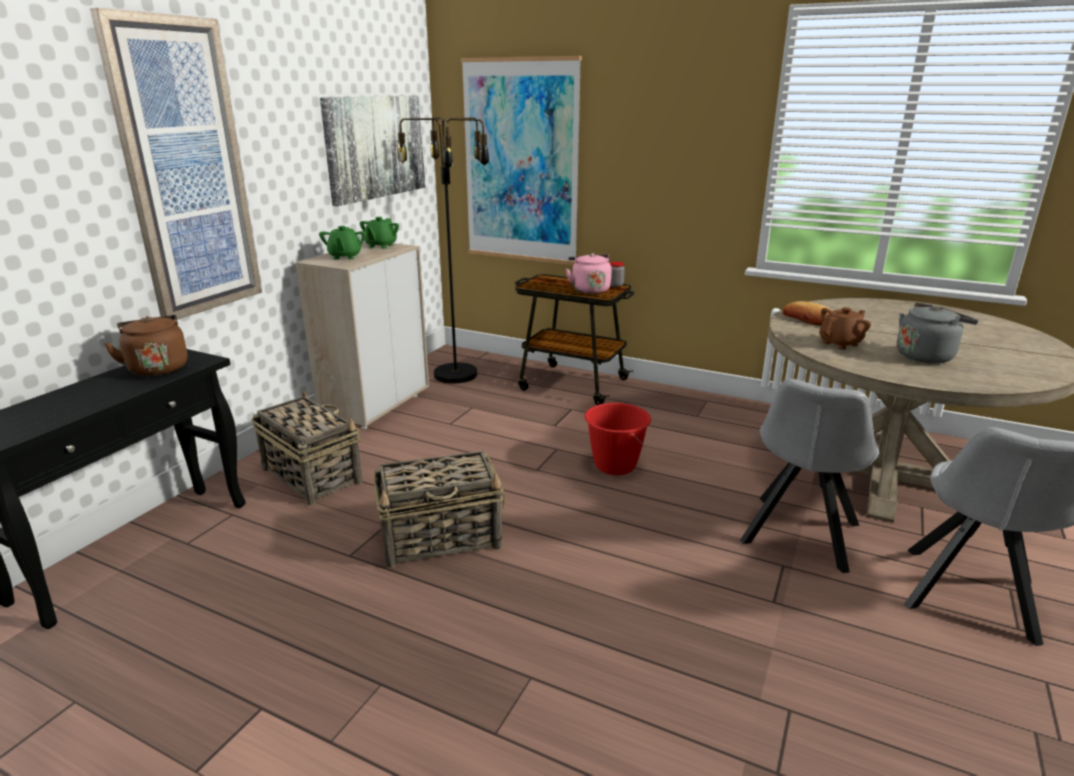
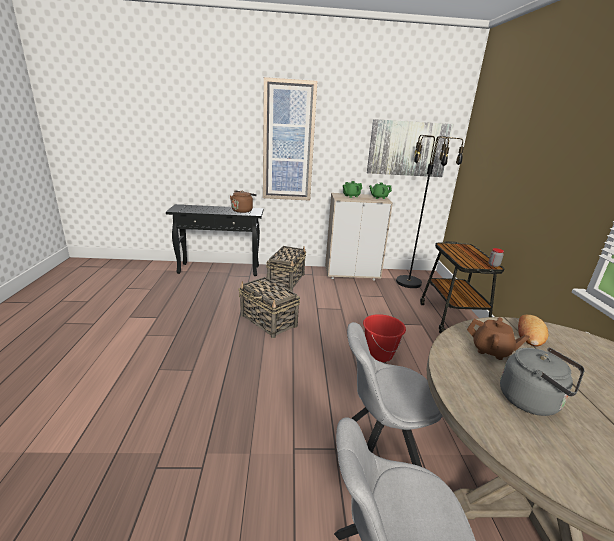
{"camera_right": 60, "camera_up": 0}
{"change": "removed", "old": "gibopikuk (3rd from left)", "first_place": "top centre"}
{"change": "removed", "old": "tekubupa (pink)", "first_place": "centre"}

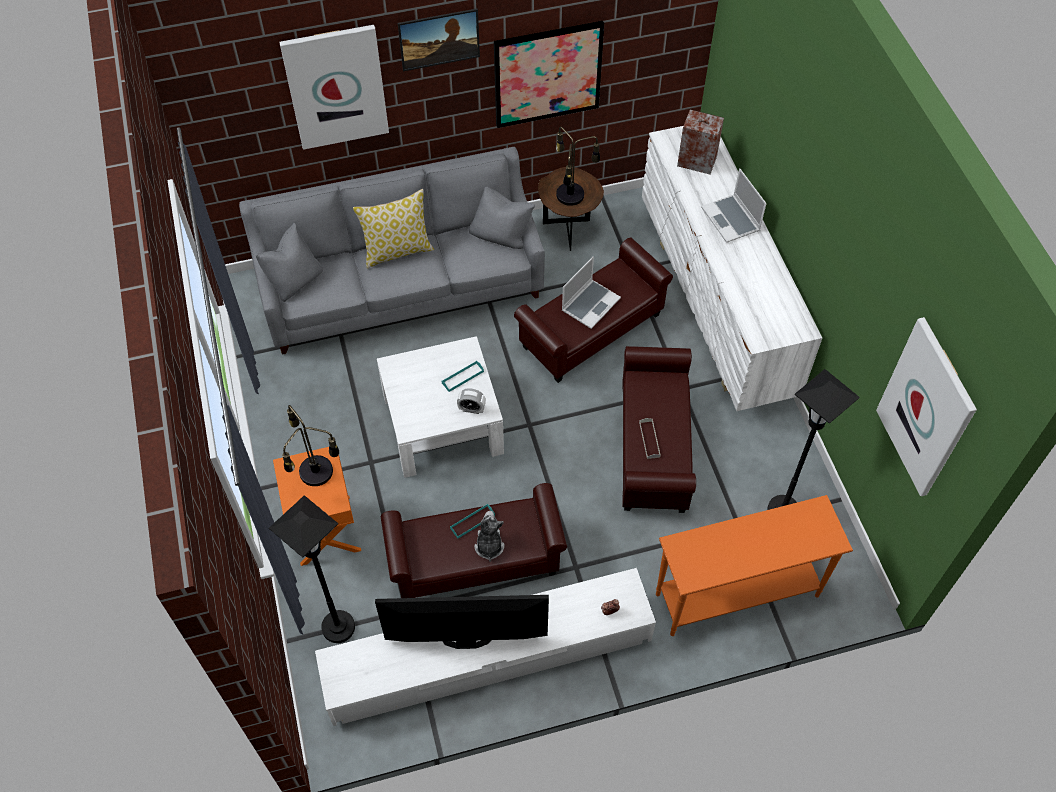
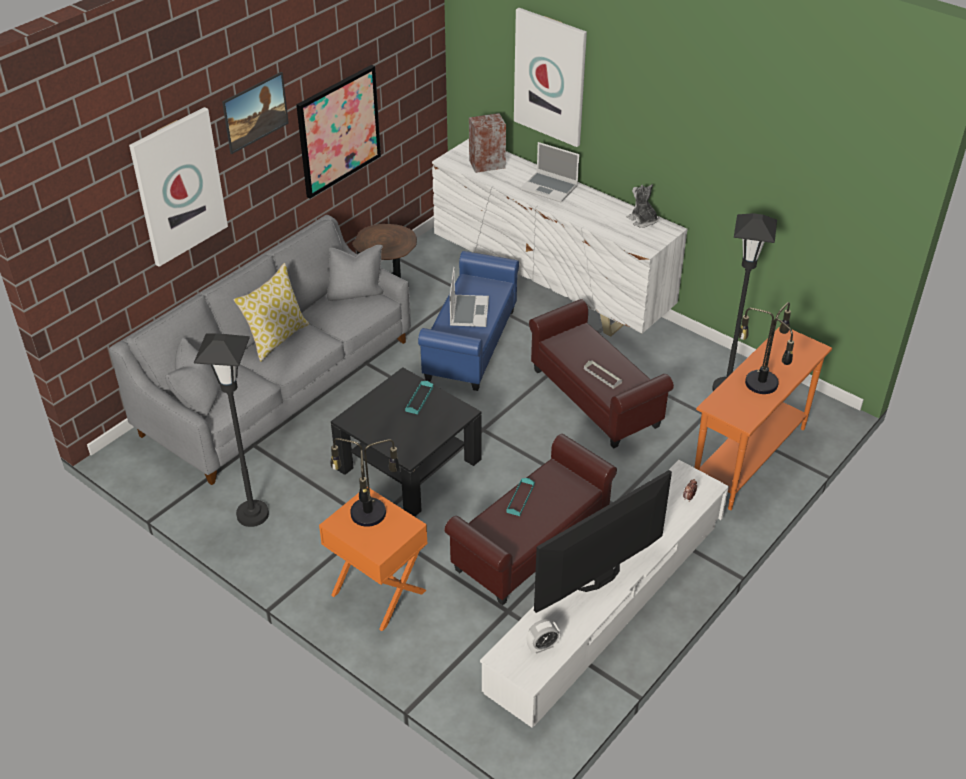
{"camera_right": -35, "camera_up": -15}
{"change": "moved", "old": "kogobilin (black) (1st from left)", "first_place": "bottom left", "second_place": "middle left"}
{"change": "recoloured", "old": "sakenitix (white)", "new": "sakenitix (black)", "first_place": "centre", "second_place": "centre"}
{"change": "moved", "old": "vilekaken (1st from left)", "first_place": "centre", "second_place": "bottom centre"}
{"change": "moved", "old": "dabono", "first_place": "bottom centre", "second_place": "top centre"}
{"change": "recoloured", "old": "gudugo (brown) (2nd from left)", "new": "gudugo (blue)", "first_place": "centre", "second_place": "centre"}
{"change": "moved", "old": "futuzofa (2nd from left)", "first_place": "top centre", "second_place": "middle right"}
{"change": "moved", "old": "gibopikuk (4th from left)", "first_place": "middle right", "second_place": "top centre"}

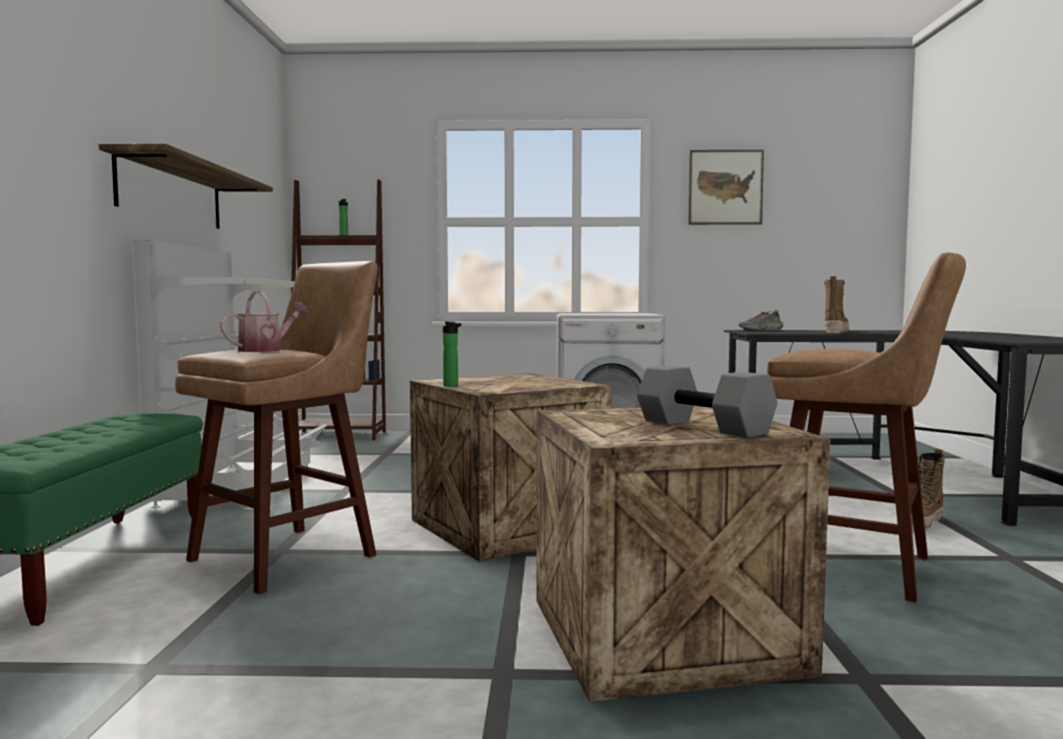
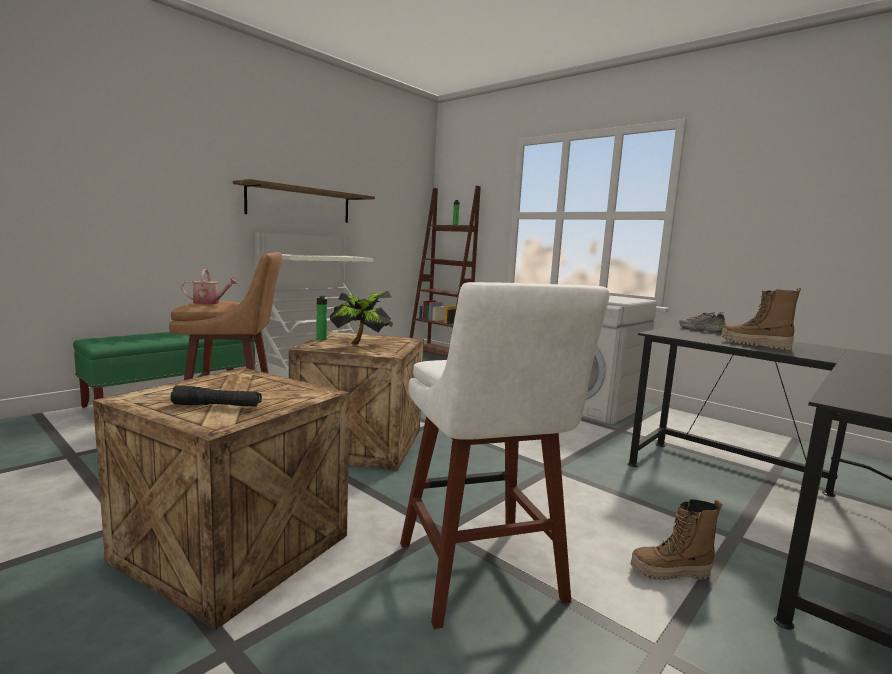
{"camera_right": 40, "camera_up": 5}
{"change": "replaced", "old": "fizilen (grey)", "new": "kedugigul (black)", "first_place": "centre", "second_place": "middle left"}
{"change": "removed", "old": "gibopikuk", "first_place": "top right"}
{"change": "recoloured", "old": "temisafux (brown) (2nd from left)", "new": "temisafux (white)", "first_place": "middle right", "second_place": "bottom centre"}
{"change": "turned", "old": "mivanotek (1st from left in the first image)", "first_place": "middle right", "second_place": "middle right", "degrees": -120}
{"change": "added", "new": "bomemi", "second_place": "centre"}

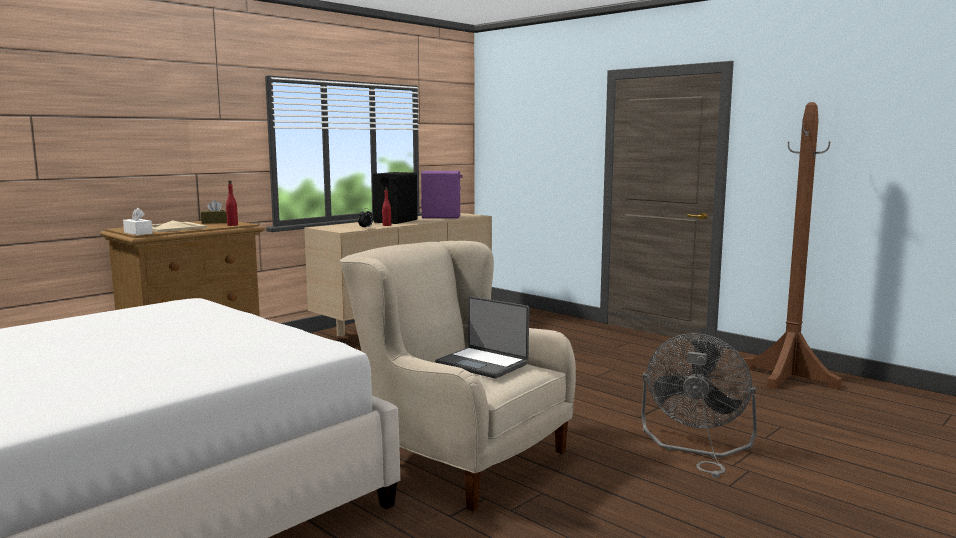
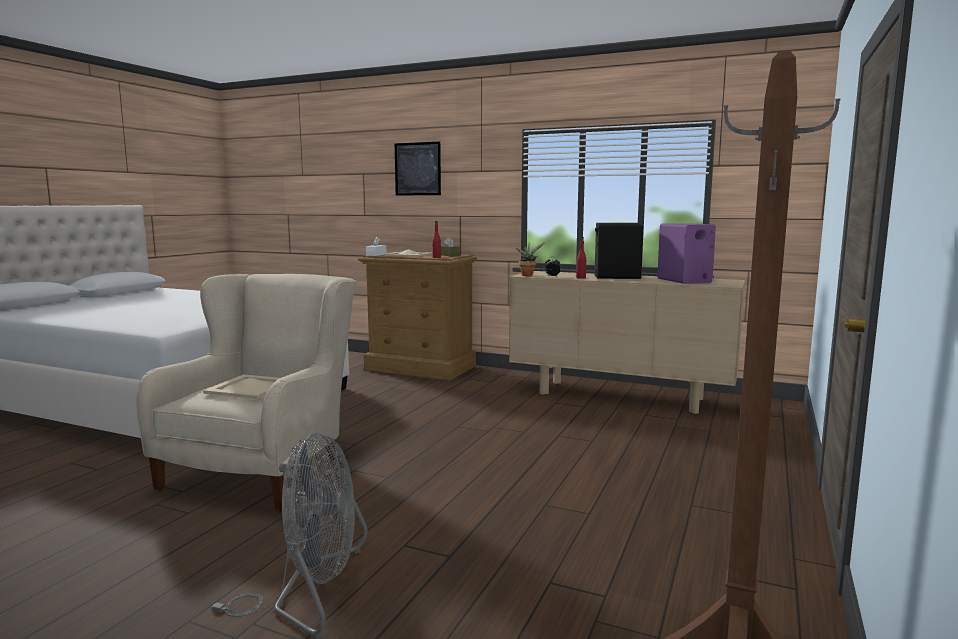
{"camera_right": 70, "camera_up": 0}
{"change": "replaced", "old": "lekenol", "new": "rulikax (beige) (1st from left)", "first_place": "centre", "second_place": "middle left"}
{"change": "added", "new": "gibopikuk", "second_place": "top centre"}
{"change": "added", "new": "bomemi", "second_place": "centre"}

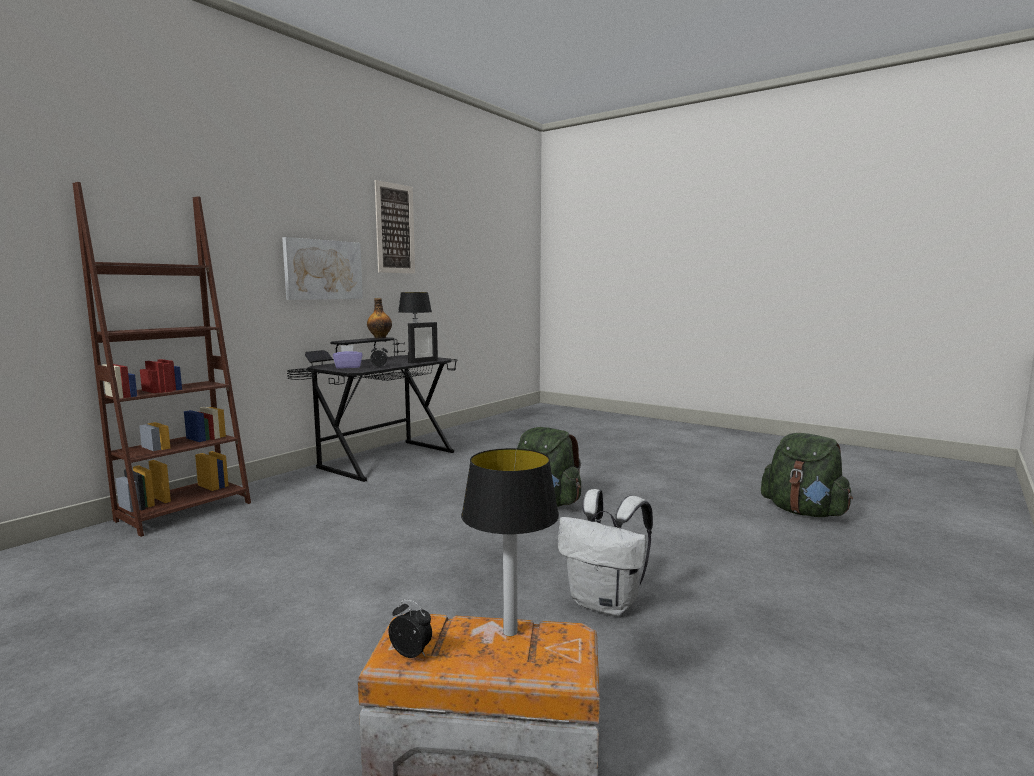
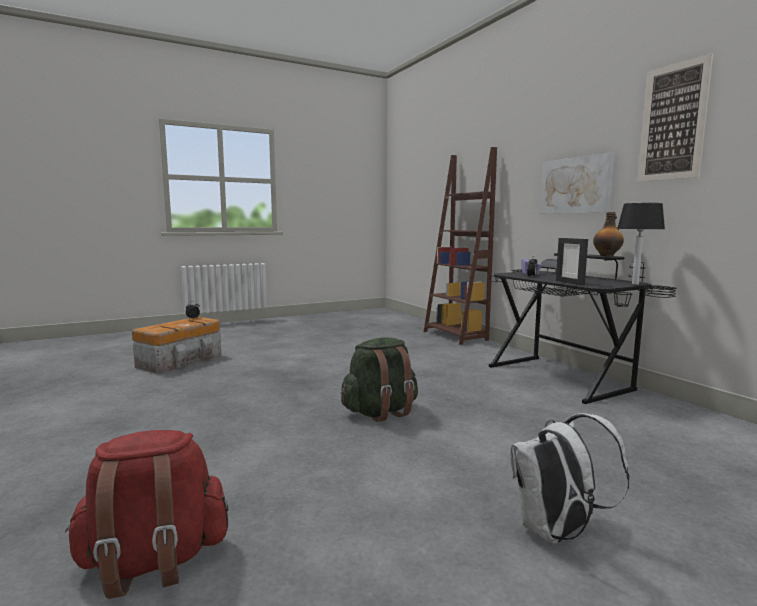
{"camera_right": 115, "camera_up": 0}
{"change": "removed", "old": "futuzofa (2nd from left)", "first_place": "bottom centre"}
{"change": "moved", "old": "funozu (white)", "first_place": "bottom centre", "second_place": "bottom right"}
{"change": "recoloured", "old": "funozu (green) (2nd from left)", "new": "funozu (red)", "first_place": "middle right", "second_place": "bottom left"}

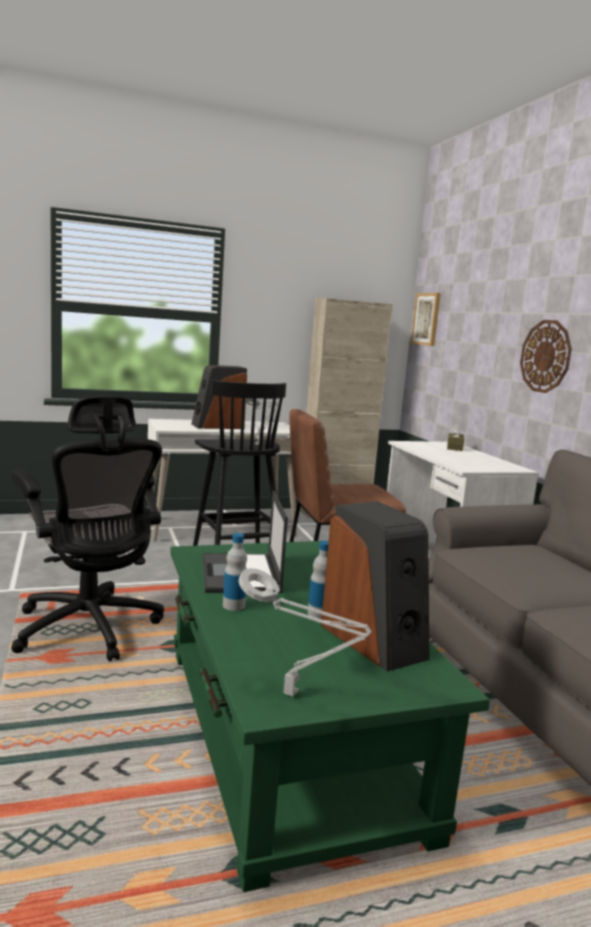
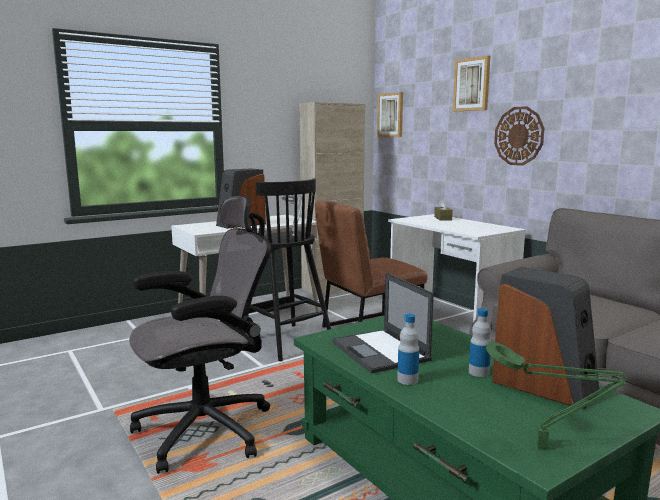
{"camera_right": -15, "camera_up": 0}
{"change": "turned", "old": "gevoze", "first_place": "middle left", "second_place": "bottom left", "degrees": -75}
{"change": "recoloured", "old": "futuzofa (grey) (2nd from left)", "new": "futuzofa (green)", "first_place": "bottom centre", "second_place": "bottom right"}
{"change": "added", "new": "gibopikuk (2nd from left)", "second_place": "top right"}

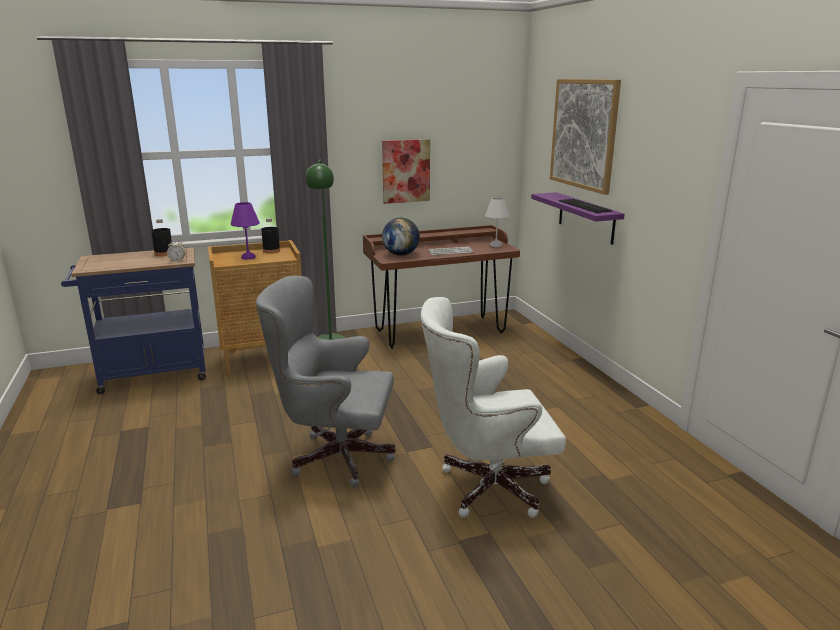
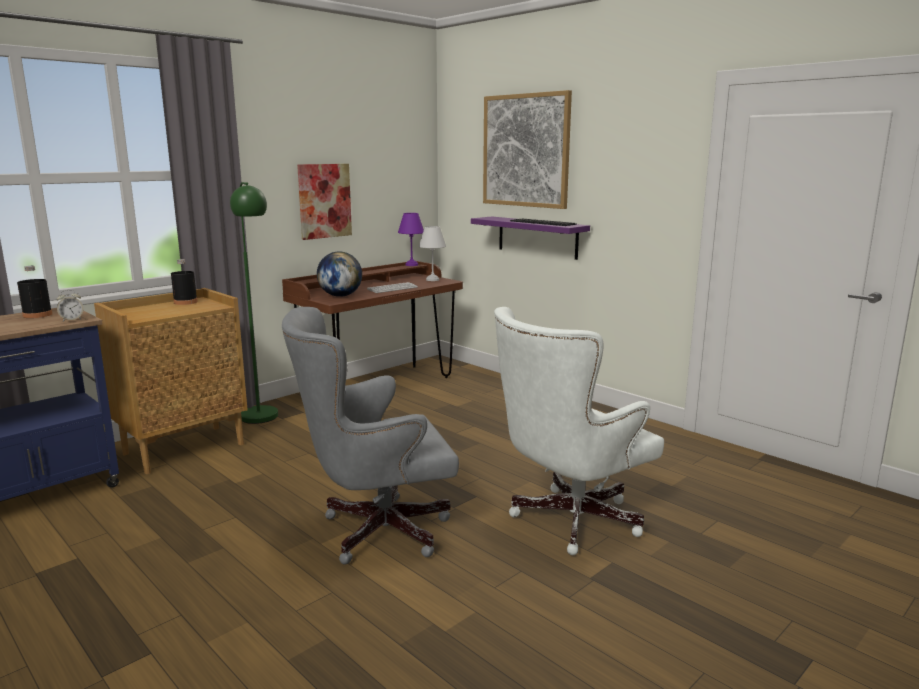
{"camera_right": -25, "camera_up": -5}
{"change": "moved", "old": "futuzofa (purple)", "first_place": "middle left", "second_place": "centre"}

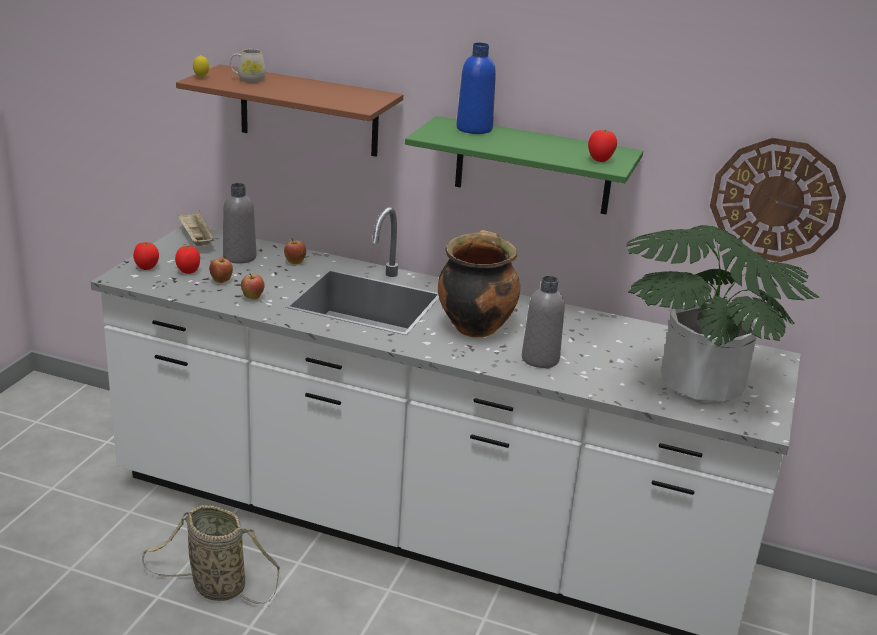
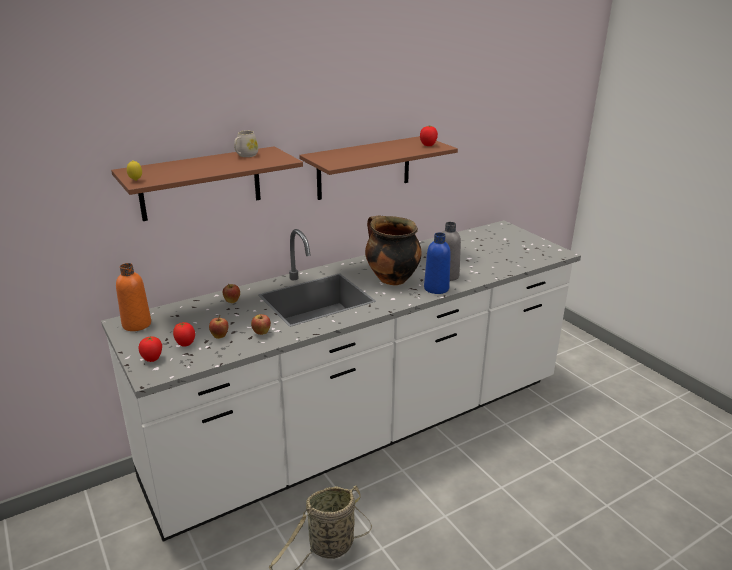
{"camera_right": -50, "camera_up": 0}
{"change": "replaced", "old": "rulikax (beige)", "new": "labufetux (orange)", "first_place": "middle left", "second_place": "middle left"}
{"change": "removed", "old": "labufetux (grey) (1st from left)", "first_place": "middle left"}
{"change": "moved", "old": "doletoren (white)", "first_place": "top left", "second_place": "top centre"}
{"change": "recoloured", "old": "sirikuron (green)", "new": "sirikuron (brown) (2nd from left)", "first_place": "top centre", "second_place": "top centre"}
{"change": "moved", "old": "labufetux (blue)", "first_place": "top centre", "second_place": "centre"}
{"change": "removed", "old": "bomemi", "first_place": "middle right"}
{"change": "removed", "old": "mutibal", "first_place": "top right"}

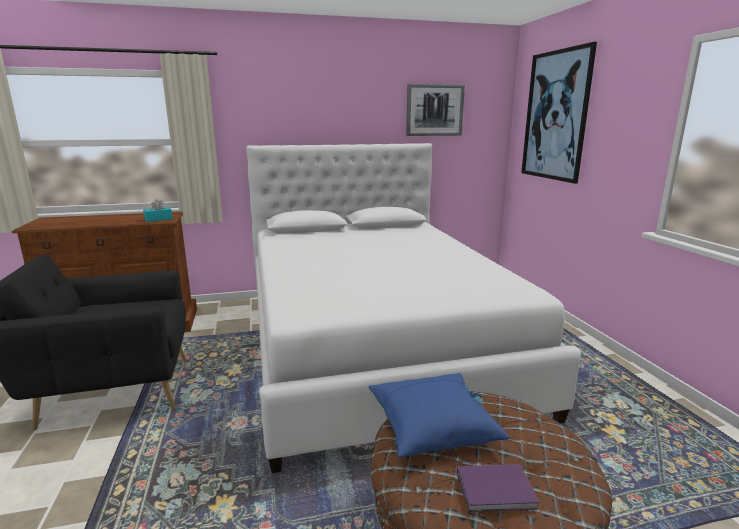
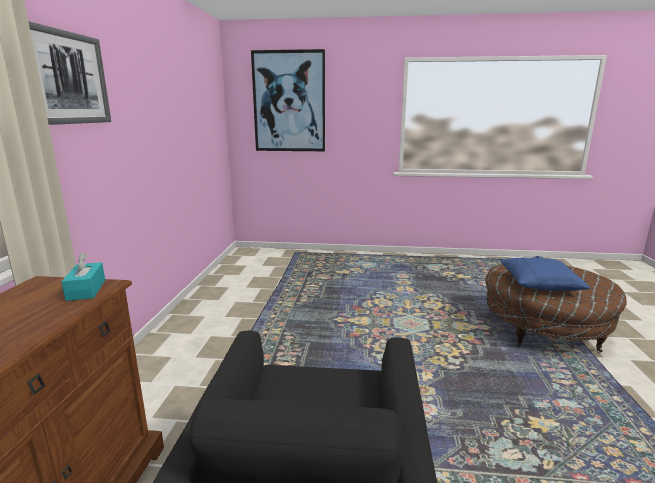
{"camera_right": -70, "camera_up": 0}
{"change": "removed", "old": "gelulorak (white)", "first_place": "centre"}
{"change": "moved", "old": "gibopikuk (1st from left)", "first_place": "top centre", "second_place": "top left"}
{"change": "removed", "old": "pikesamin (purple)", "first_place": "bottom right"}

